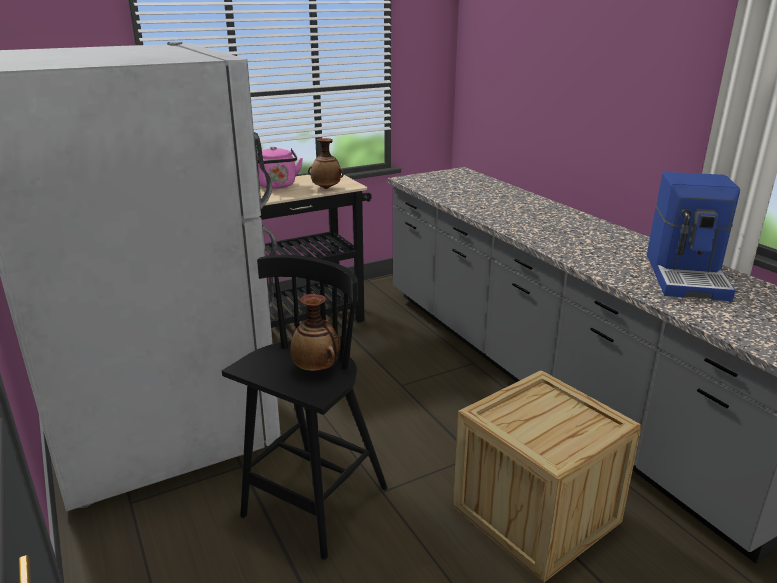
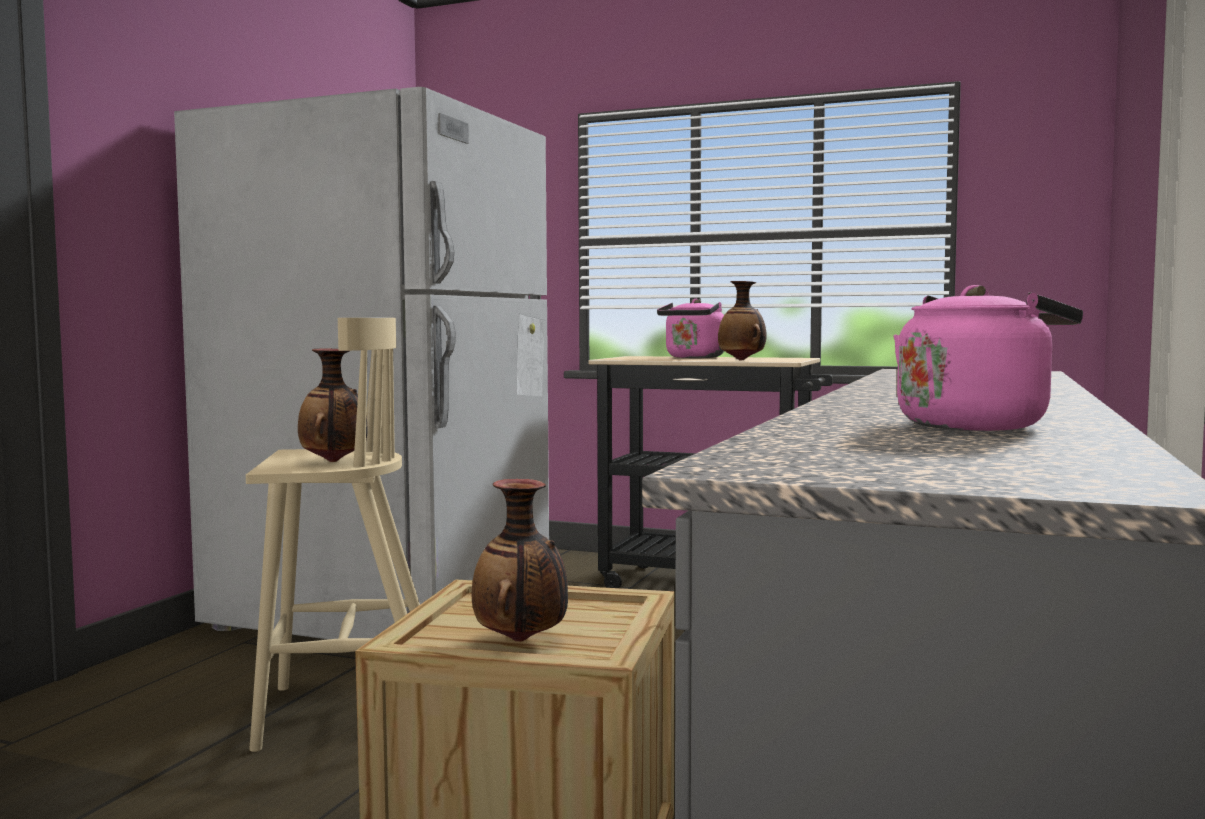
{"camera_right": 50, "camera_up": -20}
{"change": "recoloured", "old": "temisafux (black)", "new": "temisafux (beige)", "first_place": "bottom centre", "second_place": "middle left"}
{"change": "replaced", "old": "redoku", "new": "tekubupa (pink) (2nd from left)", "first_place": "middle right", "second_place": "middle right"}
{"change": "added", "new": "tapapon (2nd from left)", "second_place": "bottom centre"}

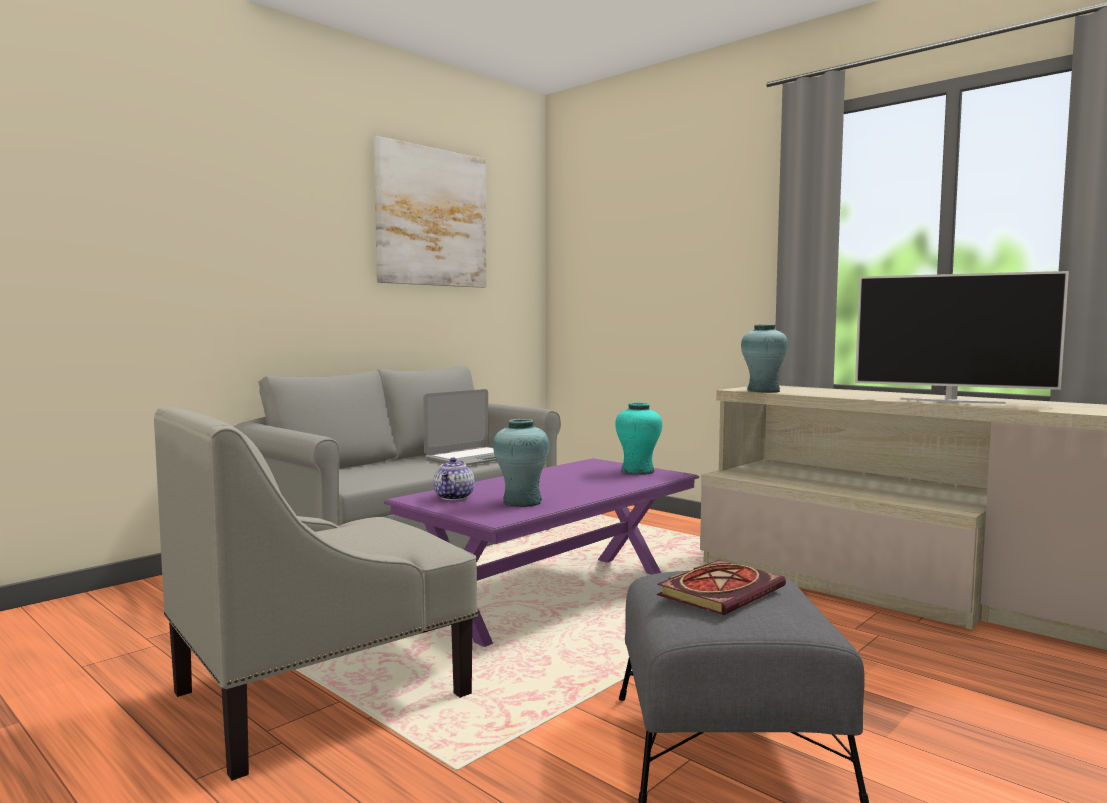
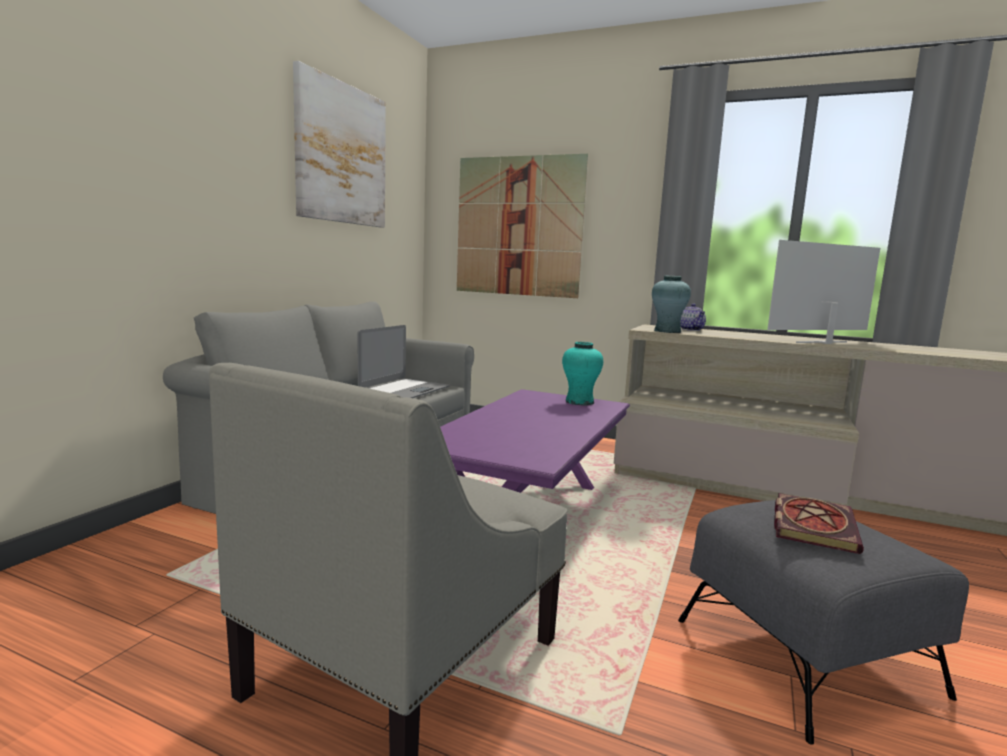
{"camera_right": -20, "camera_up": 5}
{"change": "moved", "old": "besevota", "first_place": "centre", "second_place": "middle right"}
{"change": "removed", "old": "tapapon (turquoise) (1st from left)", "first_place": "centre"}
{"change": "turned", "old": "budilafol", "first_place": "middle right", "second_place": "middle right", "degrees": 150}
{"change": "added", "new": "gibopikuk (2nd from left)", "second_place": "top centre"}

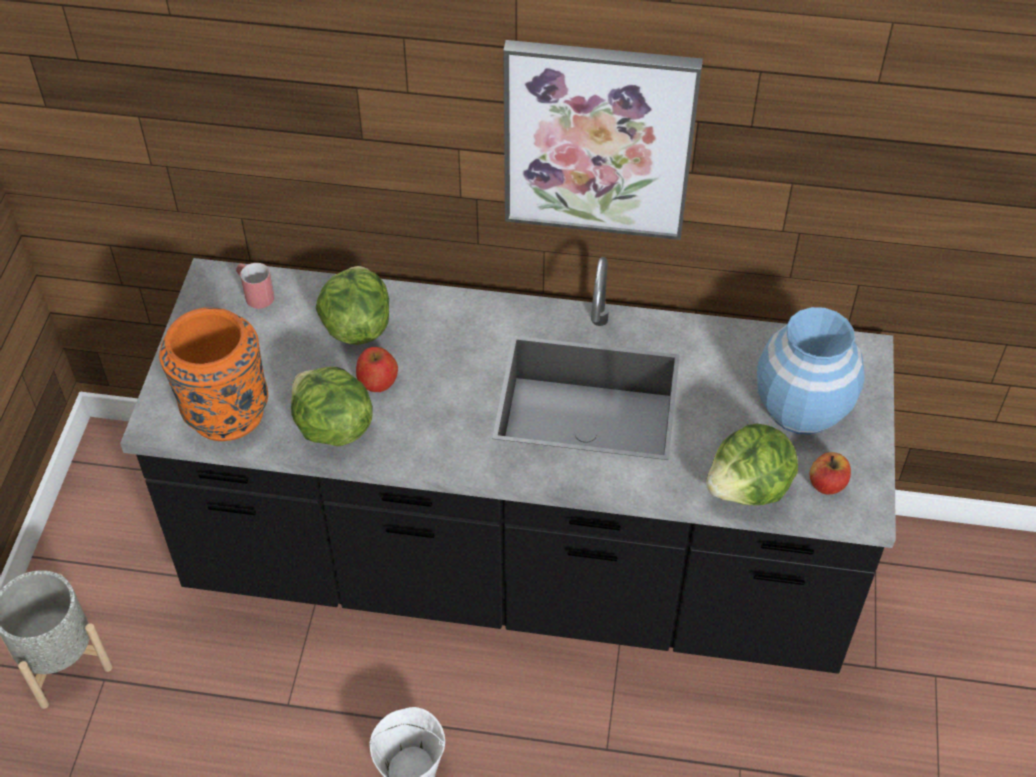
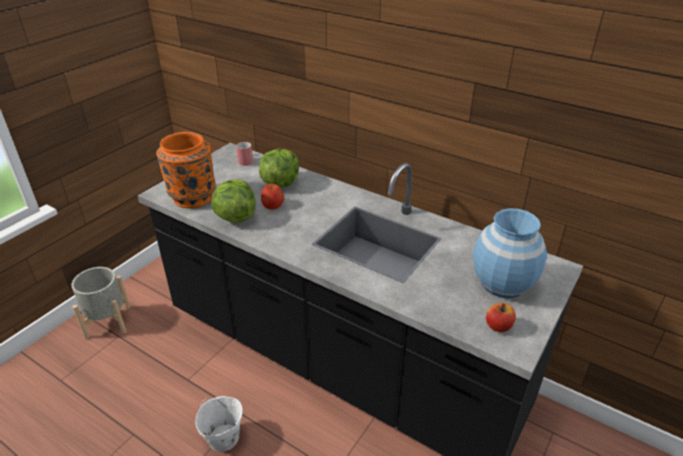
{"camera_right": 25, "camera_up": -15}
{"change": "removed", "old": "gibopikuk", "first_place": "top centre"}
{"change": "removed", "old": "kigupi (3rd from left)", "first_place": "middle right"}

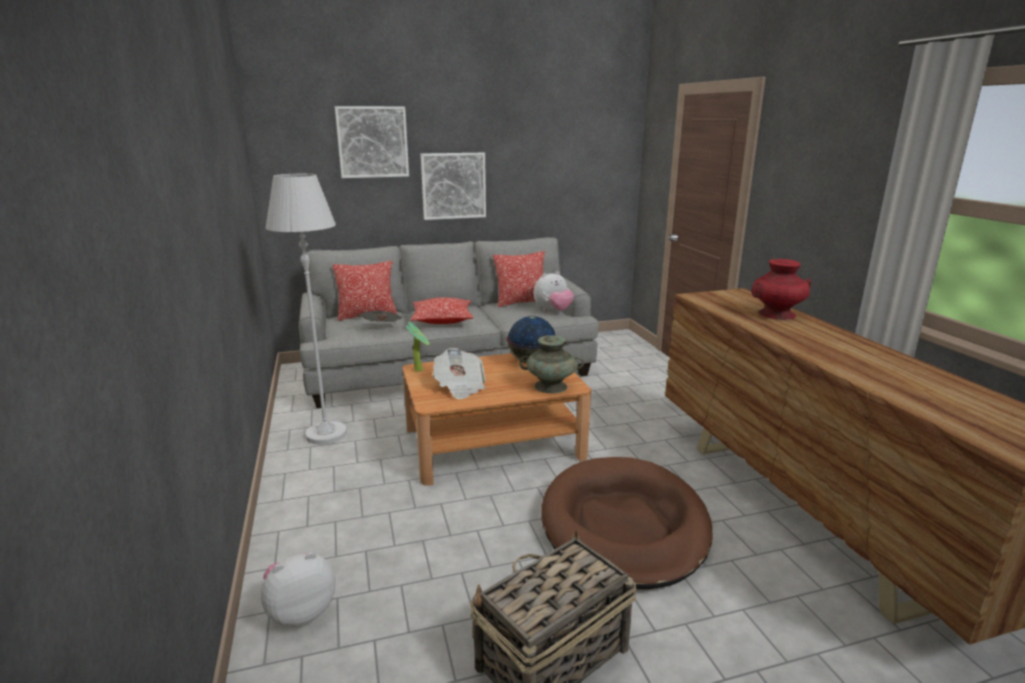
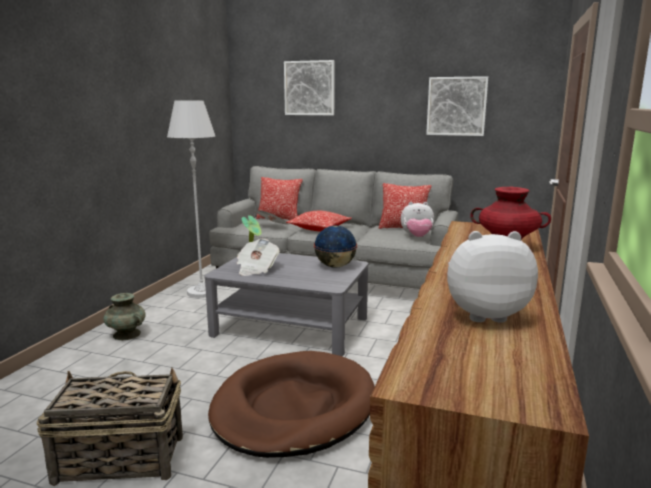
{"camera_right": 35, "camera_up": -5}
{"change": "moved", "old": "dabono (1st from left in the first image)", "new": "dabono (2nd from left)", "first_place": "bottom left", "second_place": "middle right"}
{"change": "recoloured", "old": "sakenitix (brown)", "new": "sakenitix (grey)", "first_place": "centre", "second_place": "centre"}
{"change": "moved", "old": "gibopikuk (2nd from left)", "first_place": "top centre", "second_place": "top right"}
{"change": "moved", "old": "tapapon (turquoise)", "first_place": "centre", "second_place": "middle left"}

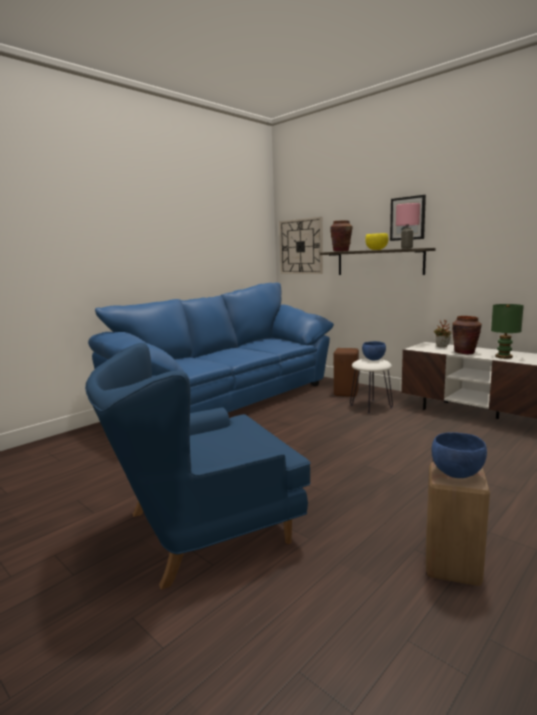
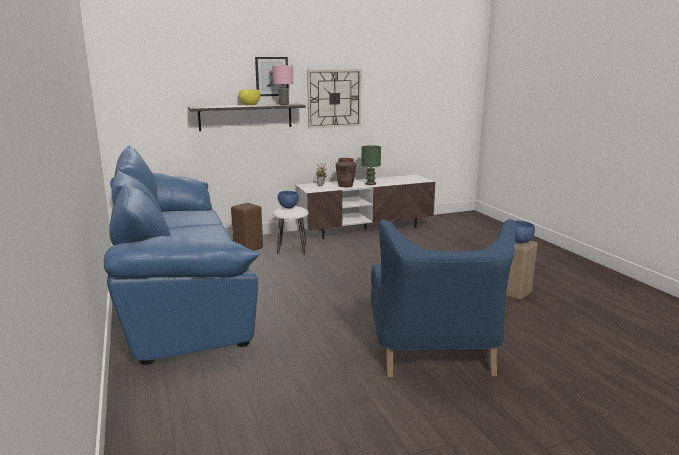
{"camera_right": -65, "camera_up": 5}
{"change": "moved", "old": "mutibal", "first_place": "centre", "second_place": "top centre"}
{"change": "removed", "old": "tapapon (brown) (1st from left)", "first_place": "top centre"}

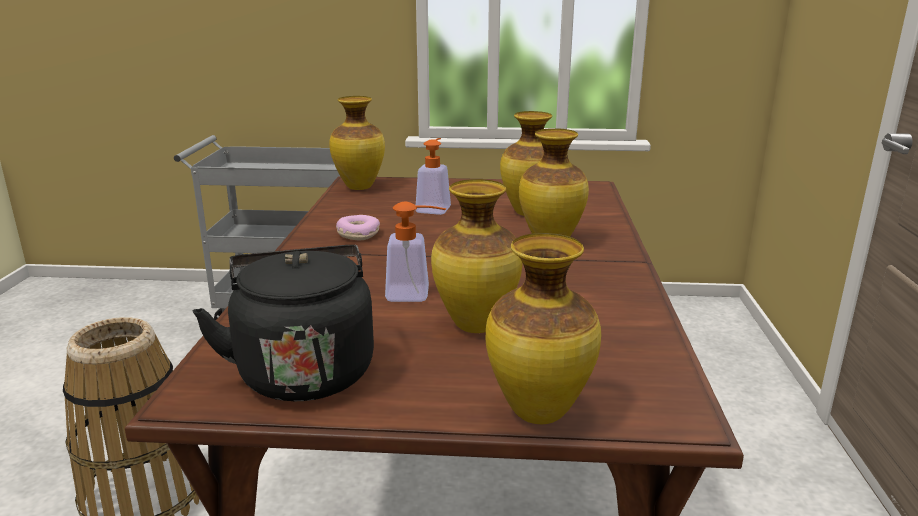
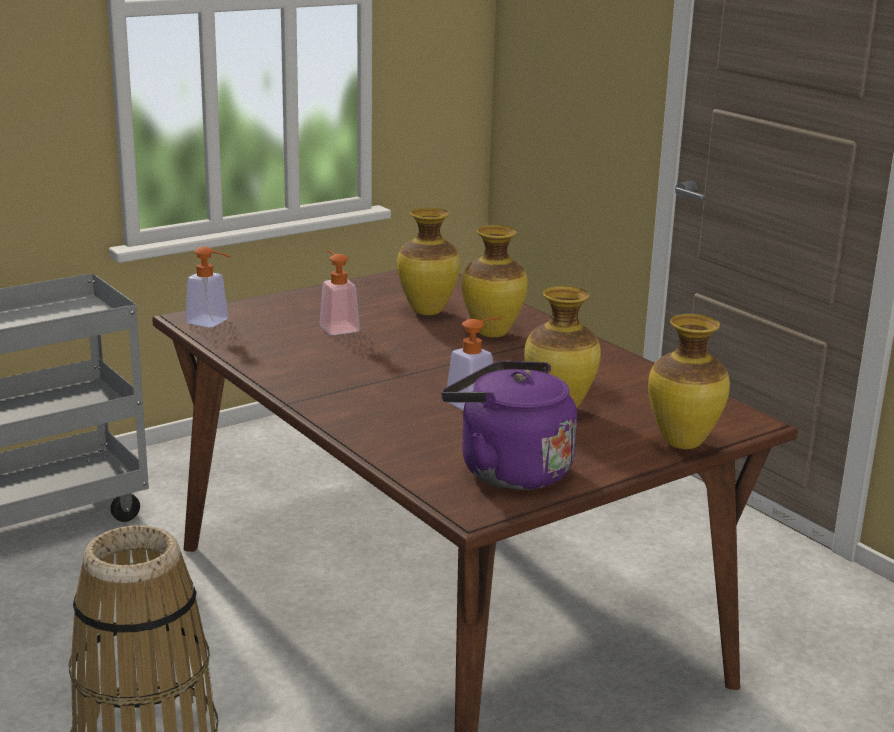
{"camera_right": -40, "camera_up": 0}
{"change": "recoloured", "old": "tekubupa (black)", "new": "tekubupa (purple)", "first_place": "middle left", "second_place": "centre"}
{"change": "replaced", "old": "tapapon (1st from left)", "new": "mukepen (1st from left)", "first_place": "top centre", "second_place": "middle left"}
{"change": "removed", "old": "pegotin", "first_place": "centre"}

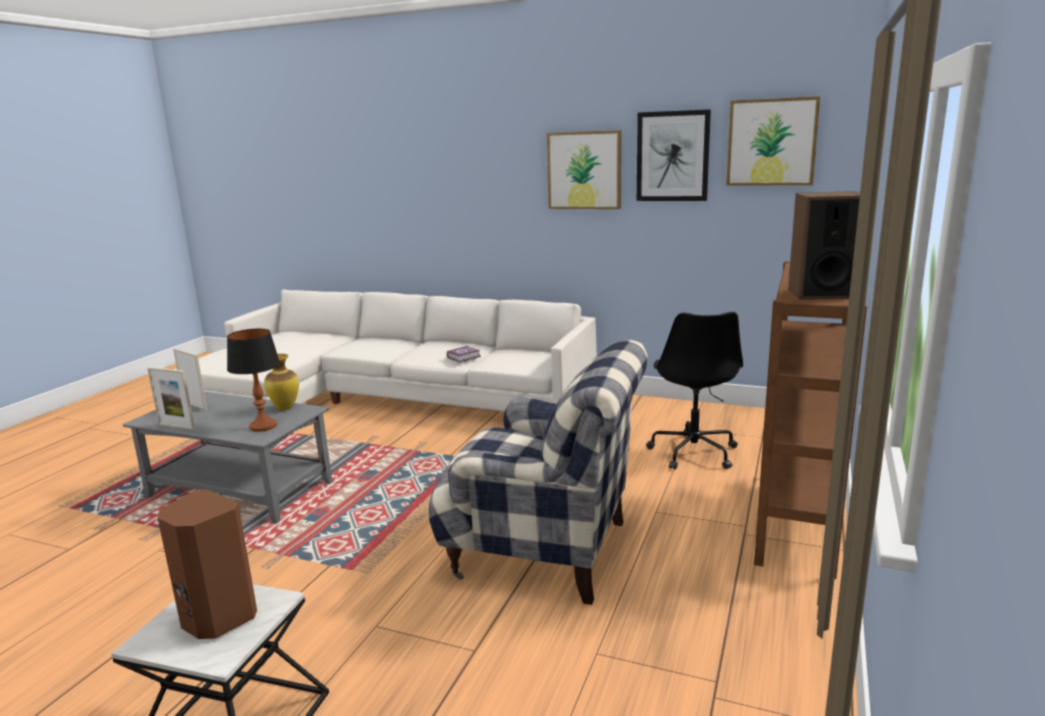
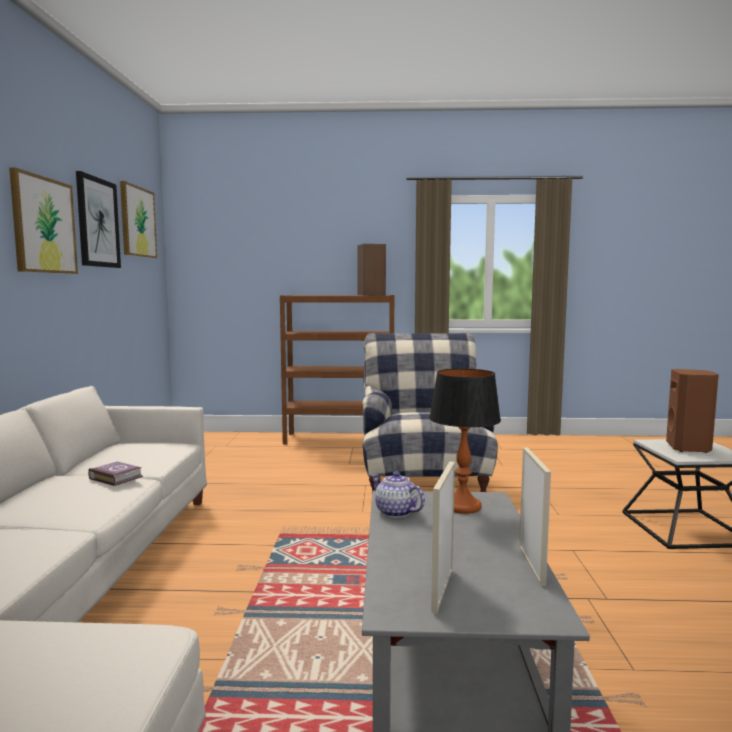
{"camera_right": -110, "camera_up": -10}
{"change": "replaced", "old": "tapapon", "new": "besevota", "first_place": "middle left", "second_place": "bottom centre"}
{"change": "removed", "old": "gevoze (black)", "first_place": "centre"}

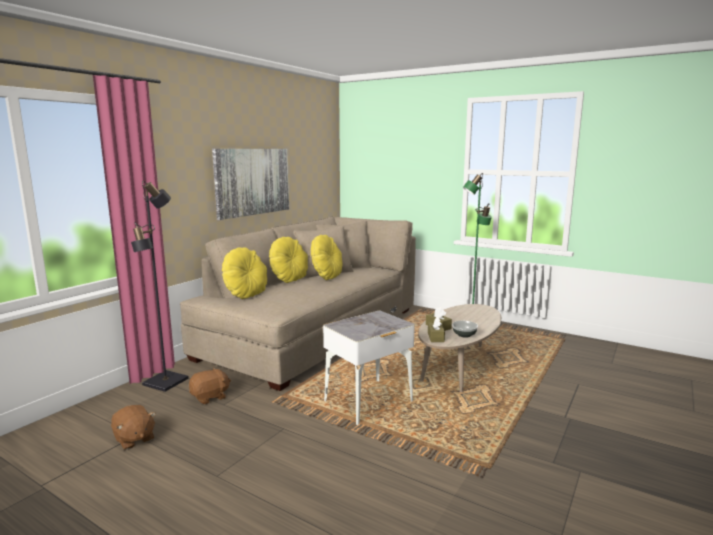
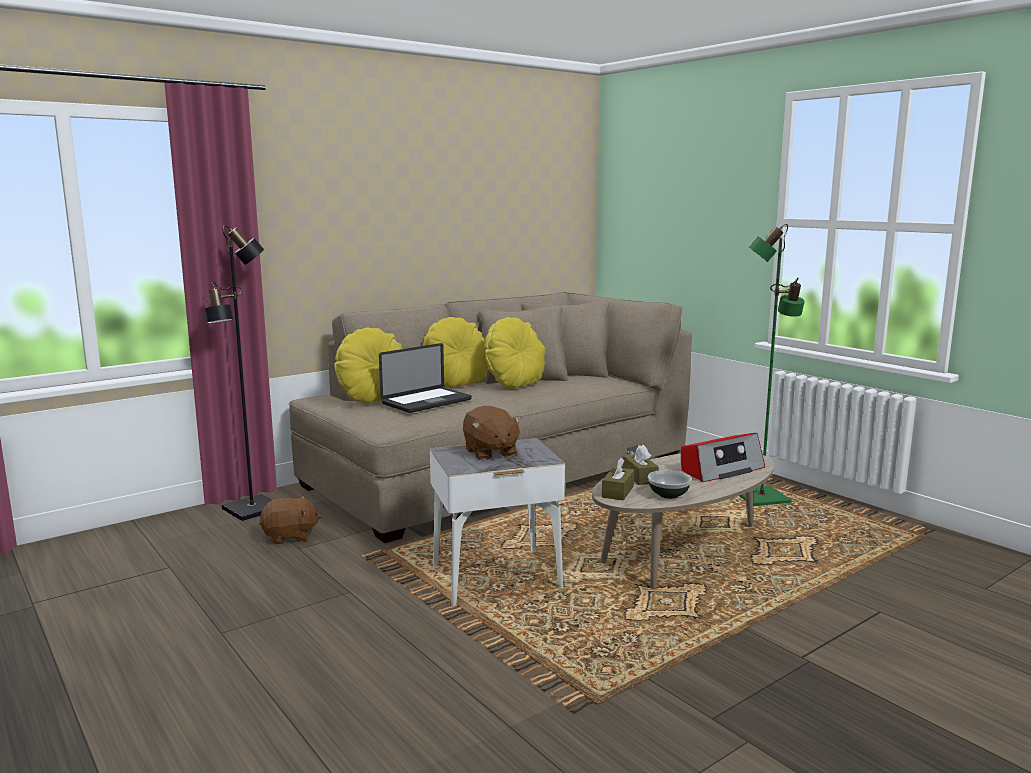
{"camera_right": 20, "camera_up": 0}
{"change": "moved", "old": "dabono (brown) (1st from left in the first image)", "new": "dabono (brown) (2nd from left)", "first_place": "bottom left", "second_place": "centre"}
{"change": "removed", "old": "gibopikuk", "first_place": "centre"}
{"change": "added", "new": "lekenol", "second_place": "centre"}
{"change": "added", "new": "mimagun", "second_place": "middle right"}

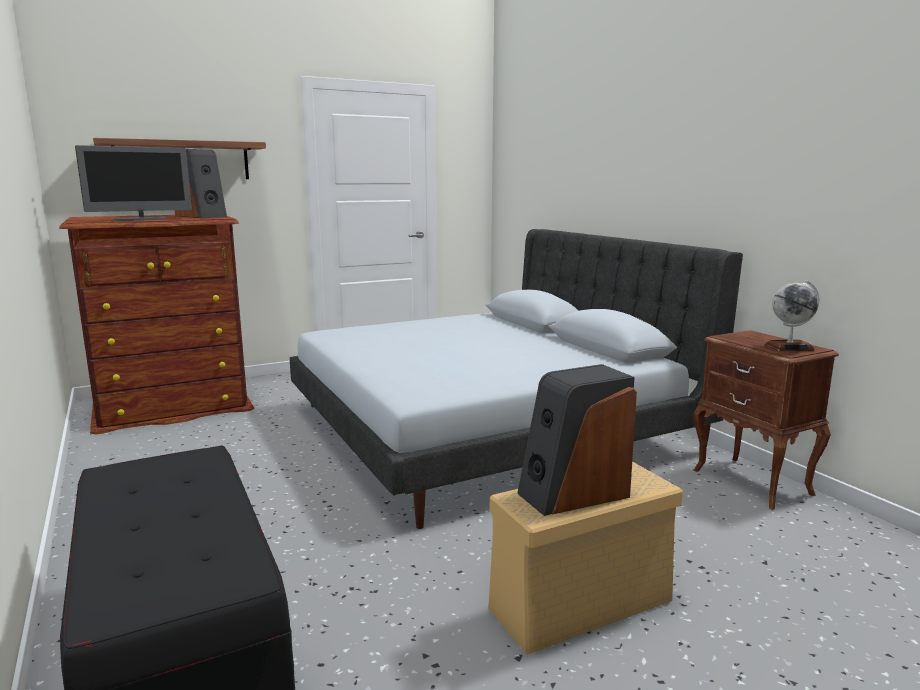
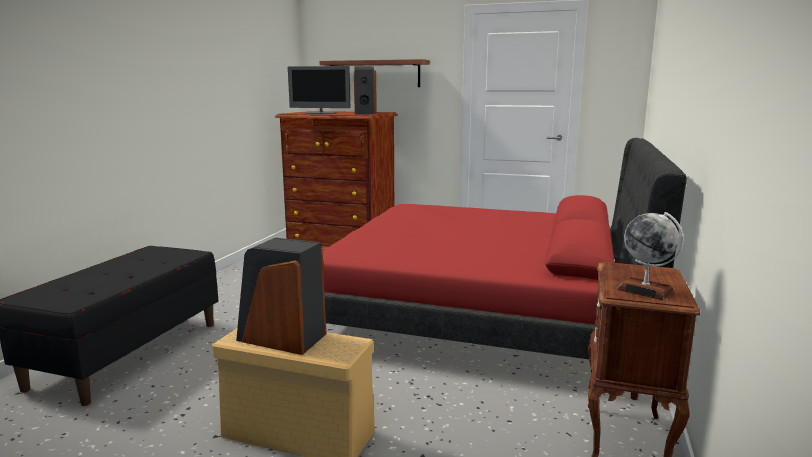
{"camera_right": 45, "camera_up": 0}
{"change": "recoloured", "old": "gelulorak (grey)", "new": "gelulorak (red)", "first_place": "centre", "second_place": "centre"}

